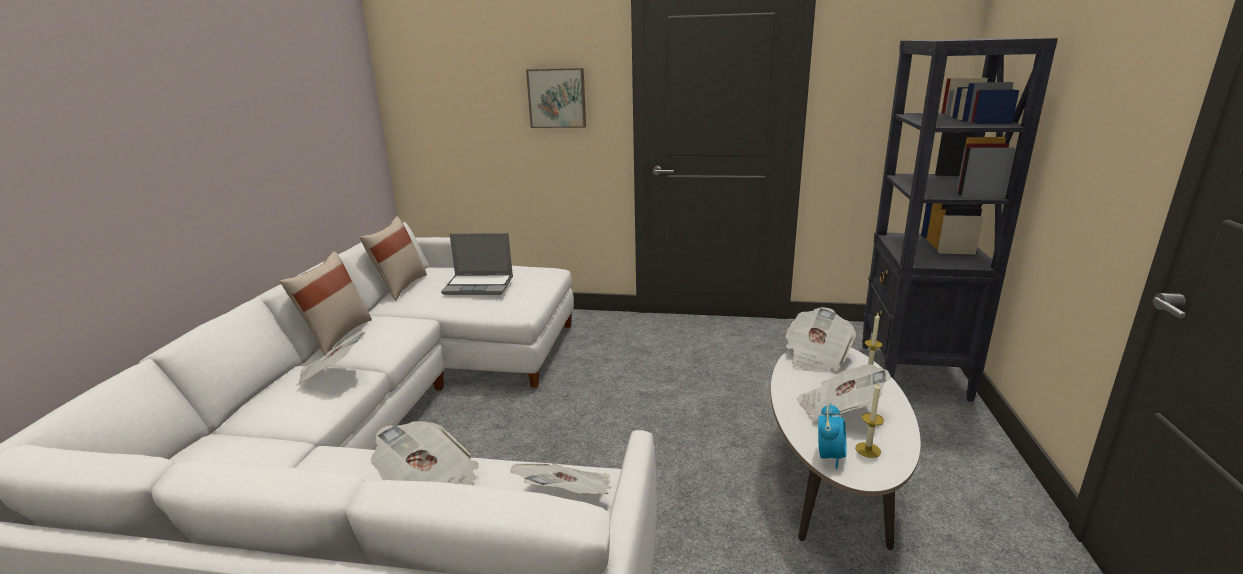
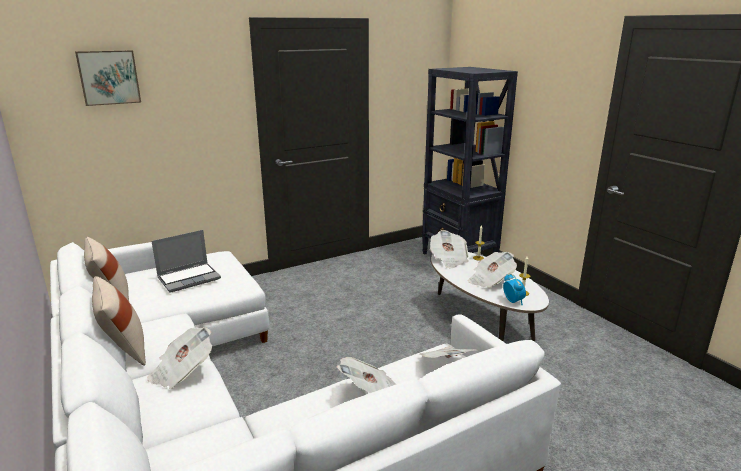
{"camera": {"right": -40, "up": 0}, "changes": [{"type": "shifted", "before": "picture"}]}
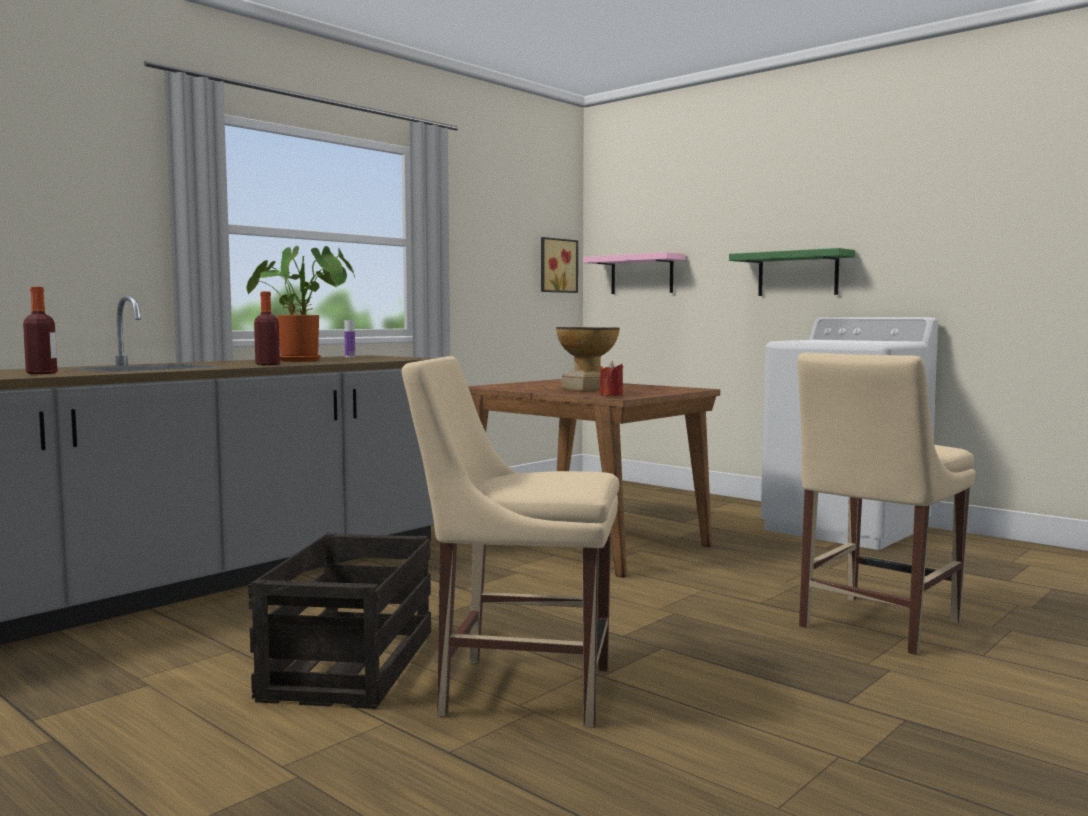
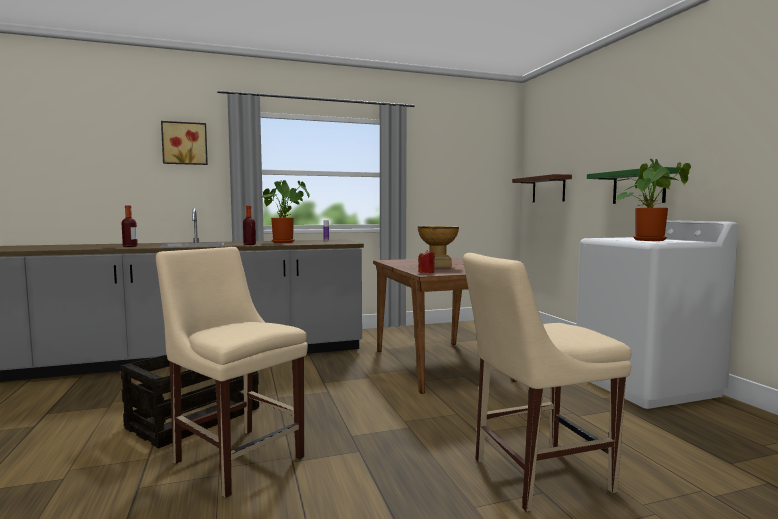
{"camera": {"right": 30, "up": 0}, "changes": [{"type": "shifted", "before": "picture"}, {"type": "repainted", "before": "pink shelf", "after": "brown shelf"}, {"type": "new", "after": "potted plant (no. 2 from left)"}]}
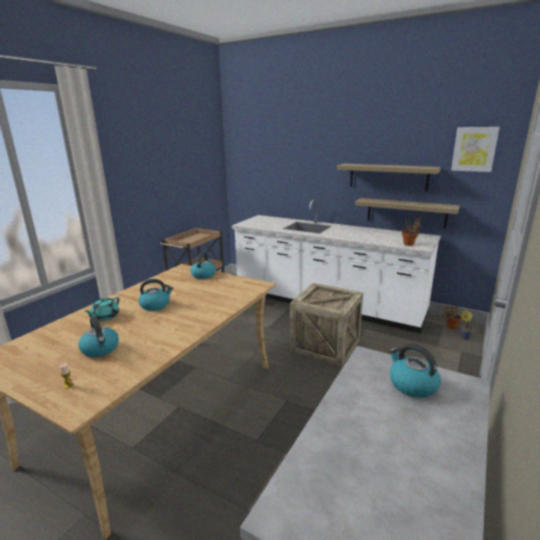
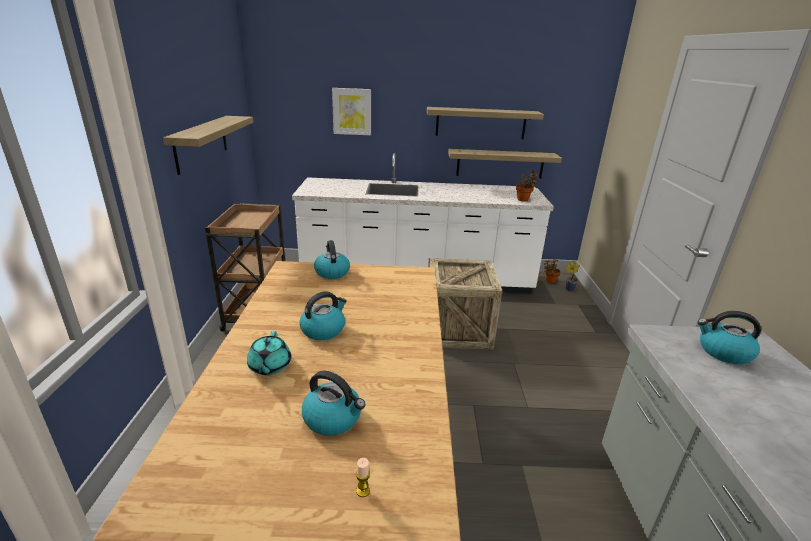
{"camera": {"right": -30, "up": 5}, "changes": [{"type": "new", "after": "shelf (no. 1 from left)"}, {"type": "shifted", "before": "picture"}]}
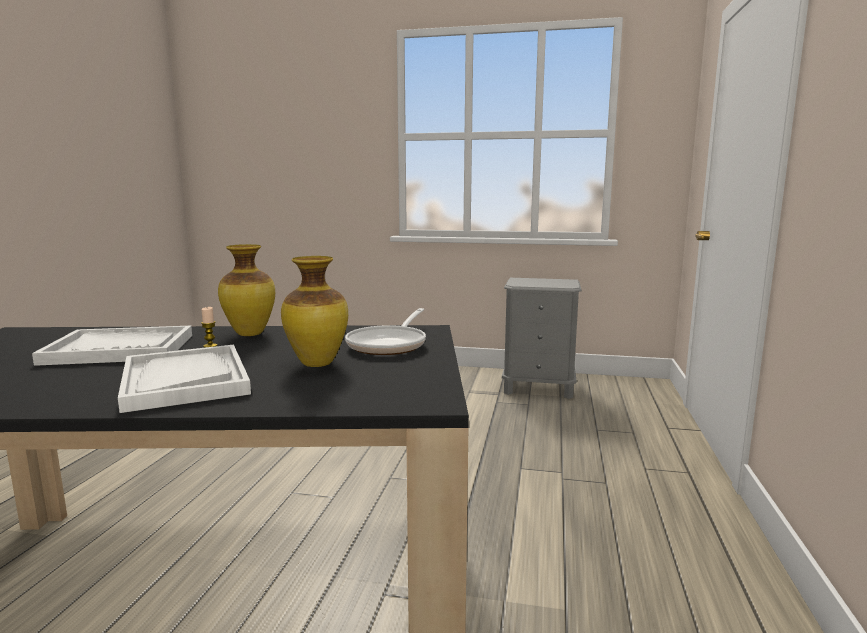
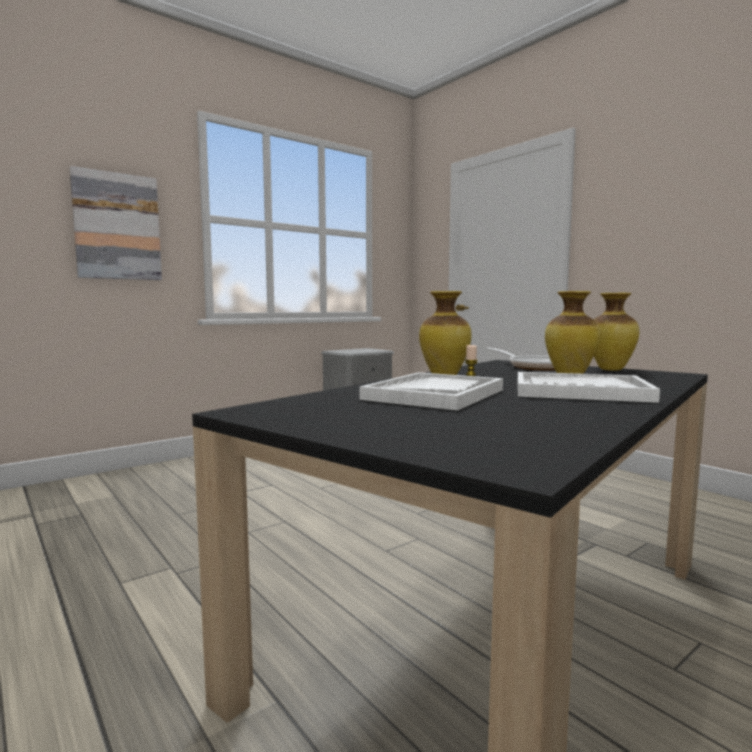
{"camera": {"right": -50, "up": -5}, "changes": [{"type": "new", "after": "picture"}, {"type": "new", "after": "vase (no. 3 from left)"}]}
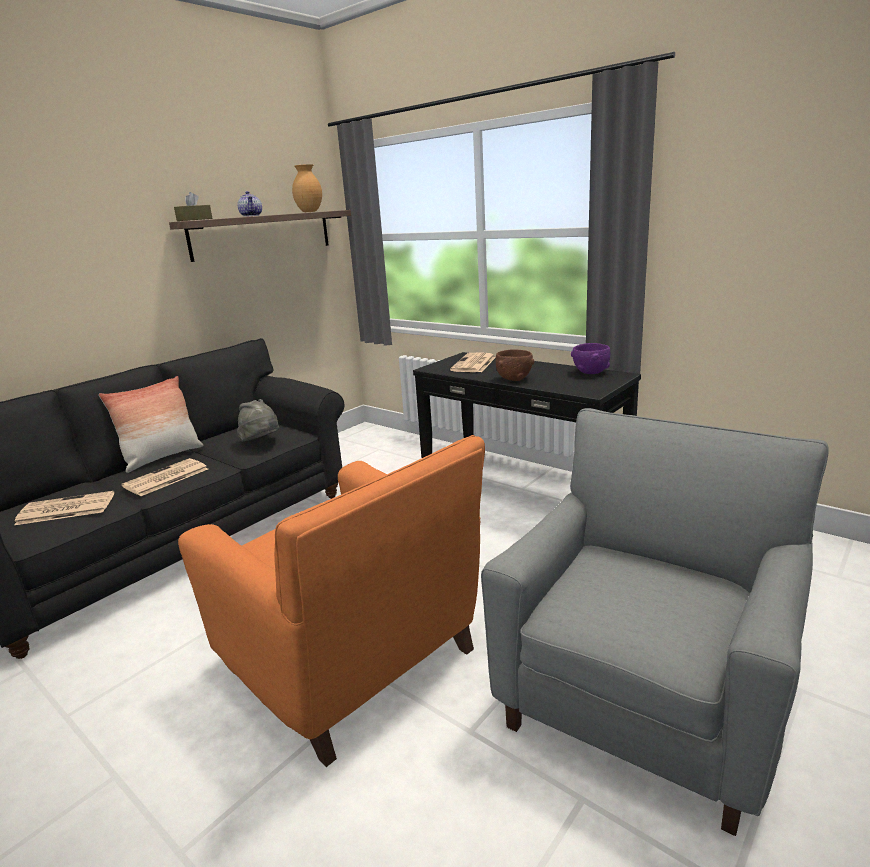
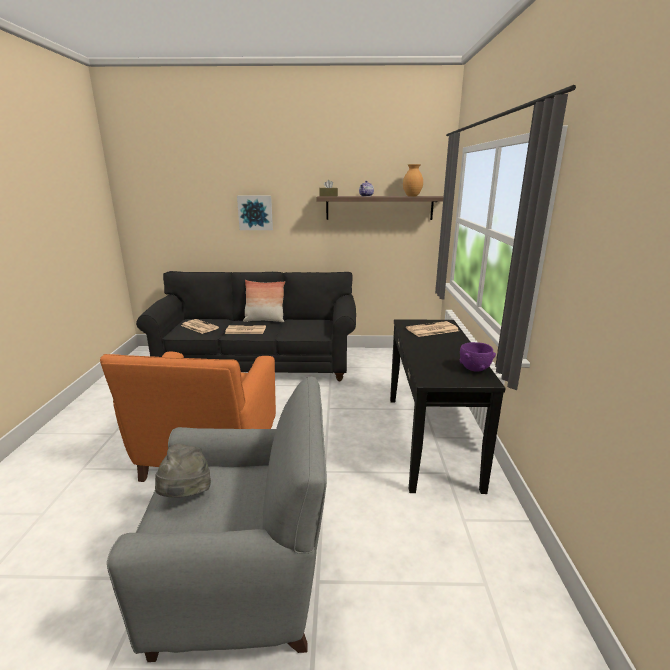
{"camera": {"right": 50, "up": 0}, "changes": [{"type": "shifted", "before": "grey hat"}, {"type": "new", "after": "picture"}, {"type": "gone", "before": "brown bowl"}]}
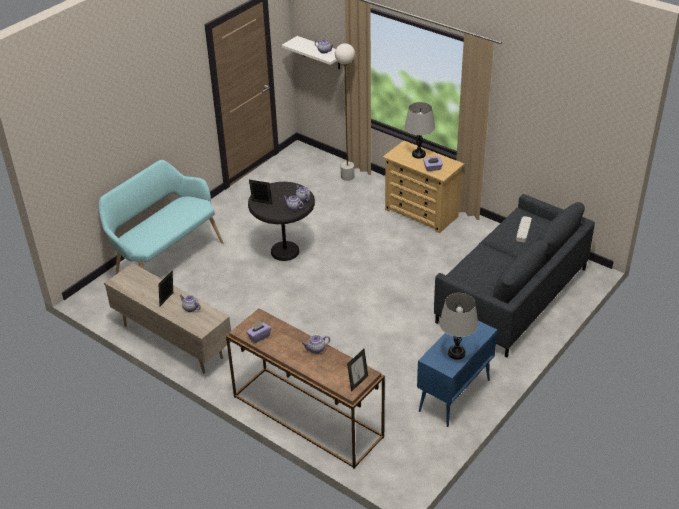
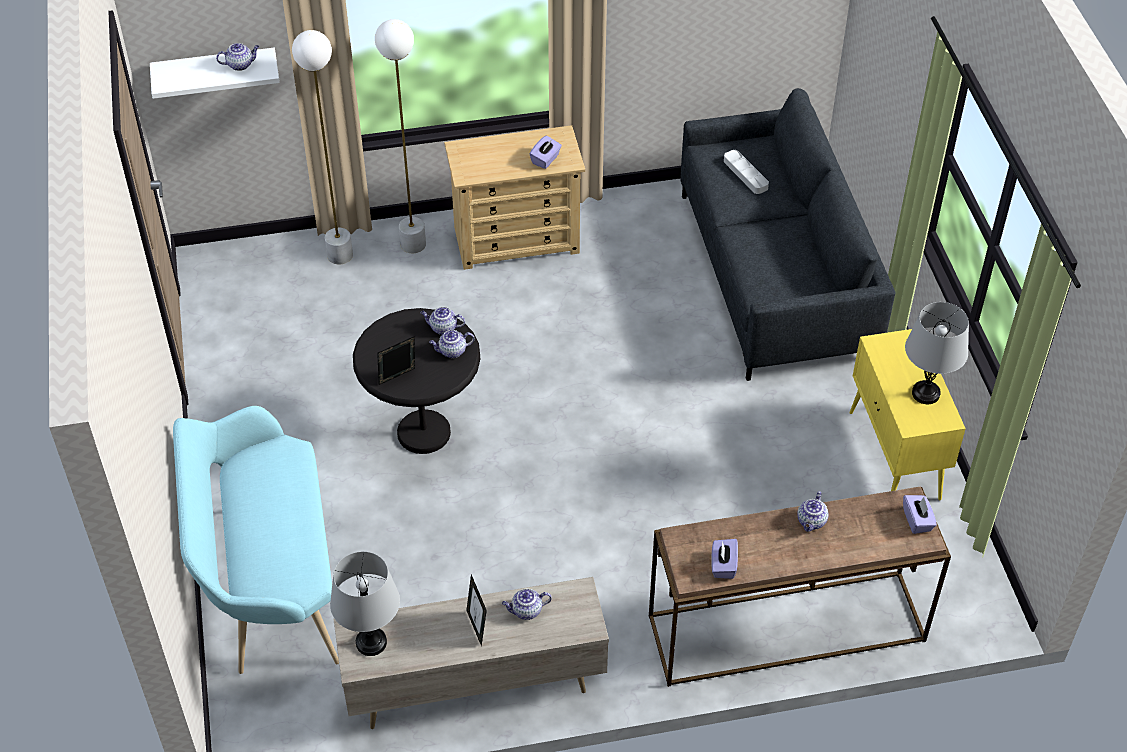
{"camera": {"right": -50, "up": 10}, "changes": [{"type": "shifted", "before": "grey table lamp (no. 1 from left)"}, {"type": "new", "after": "white floor lamp (no. 2 from left)"}, {"type": "repainted", "before": "blue cabinet", "after": "yellow cabinet"}, {"type": "swapped", "before": "picture frame (no. 3 from left)", "after": "purple tissue box (no. 3 from left)"}]}
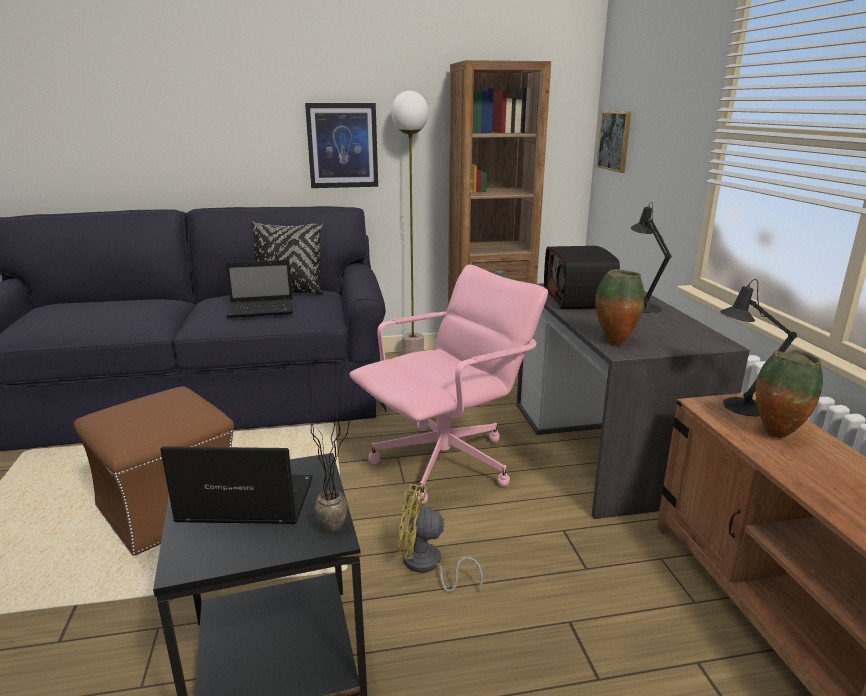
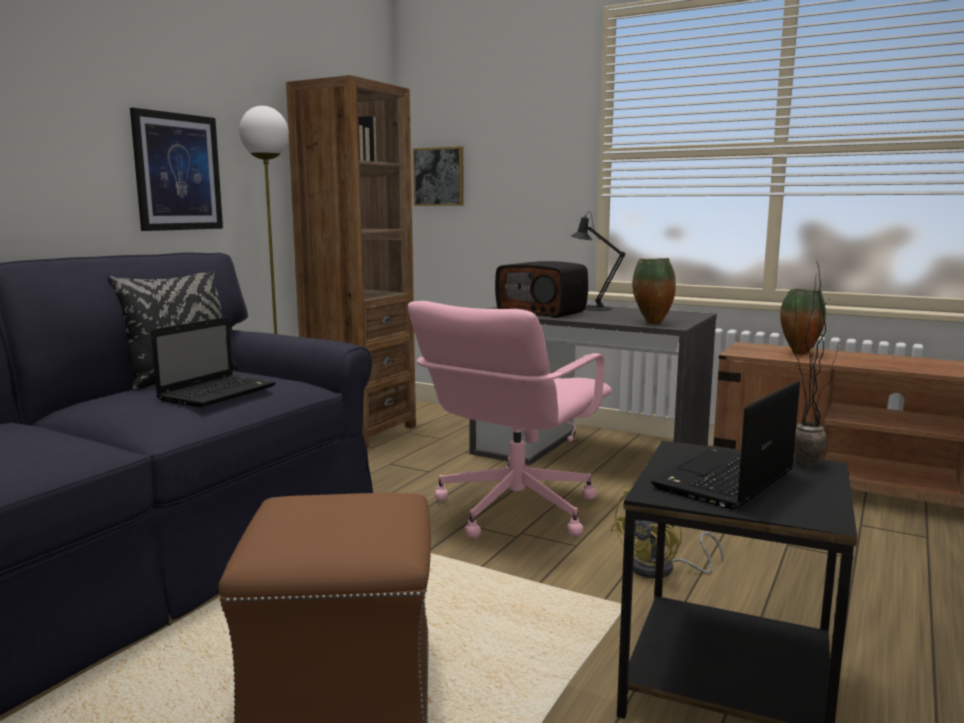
{"camera": {"right": -50, "up": -10}, "changes": [{"type": "rotated", "before": "pink office chair", "turn": -150}, {"type": "gone", "before": "black table lamp (no. 2 from left)"}]}
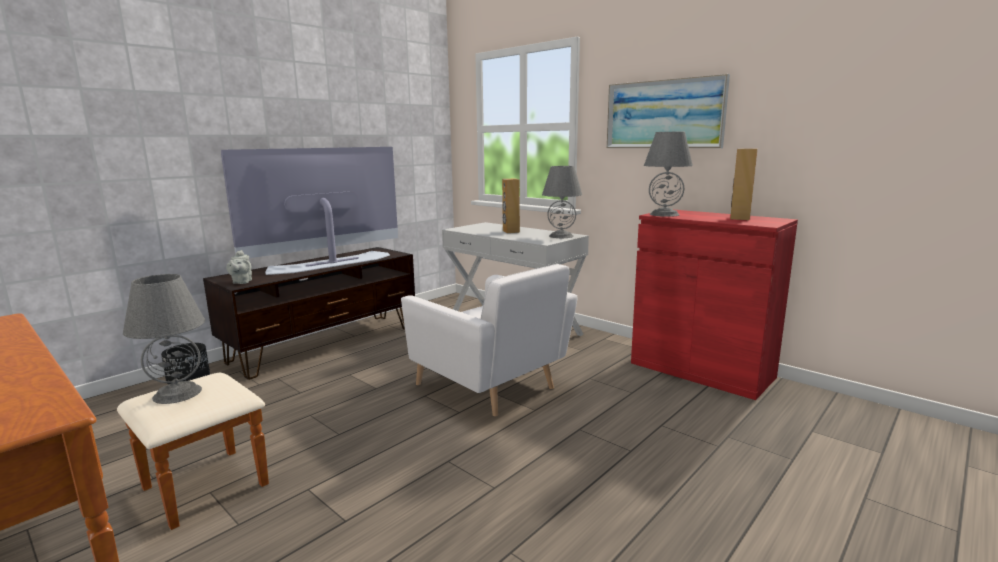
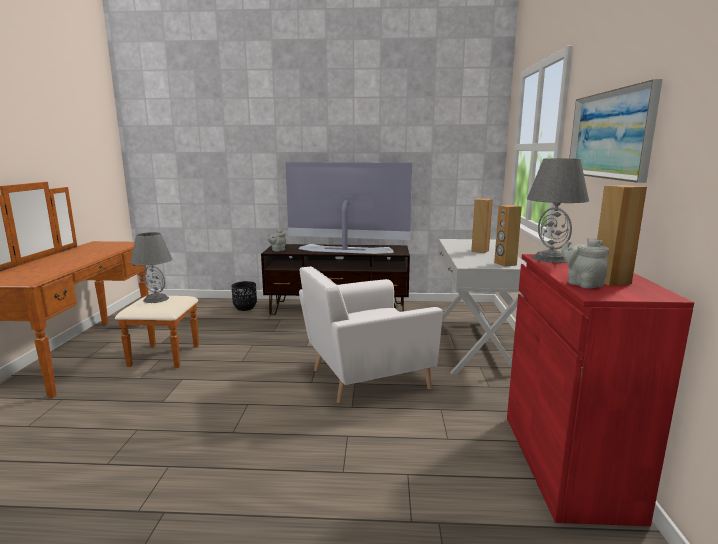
{"camera": {"right": 50, "up": 0}, "changes": [{"type": "rotated", "before": "white armchair", "turn": 60}, {"type": "swapped", "before": "grey table lamp (no. 2 from left)", "after": "brown speaker (no. 2 from left)"}, {"type": "new", "after": "grey teapot (no. 2 from left)"}]}
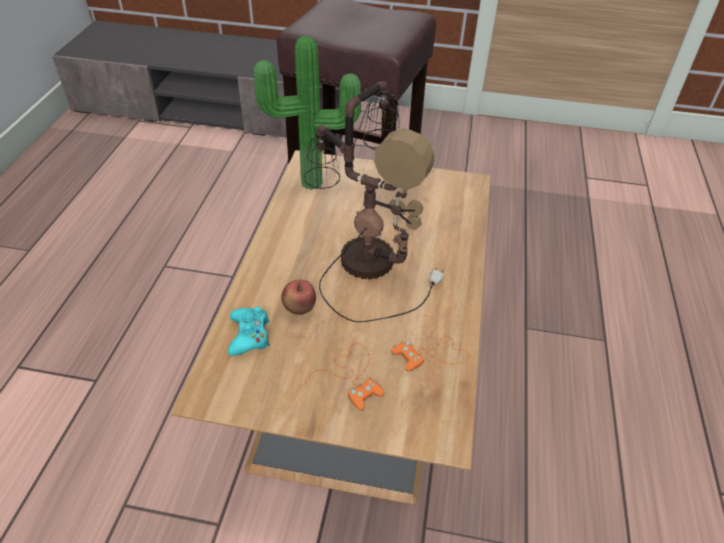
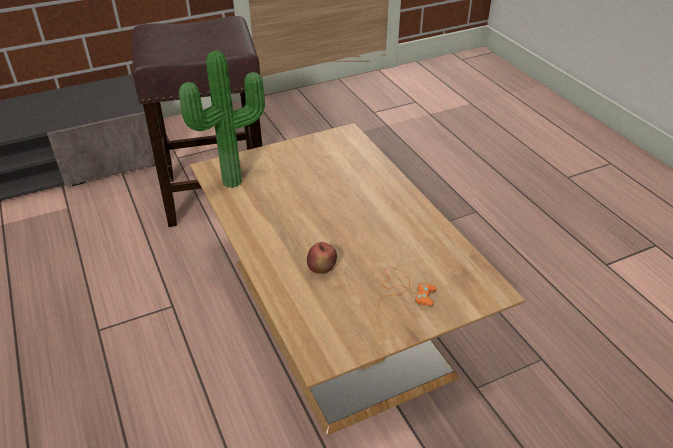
{"camera": {"right": -35, "up": -5}, "changes": [{"type": "gone", "before": "turquoise game controller"}, {"type": "gone", "before": "table lamp"}, {"type": "gone", "before": "orange game controller (no. 2 from left)"}]}
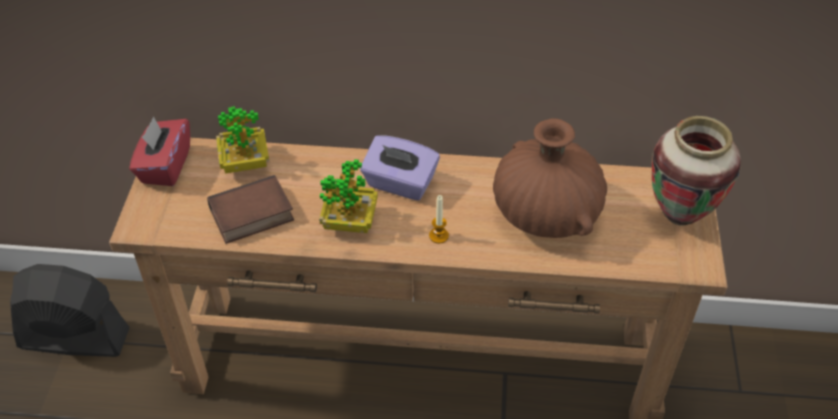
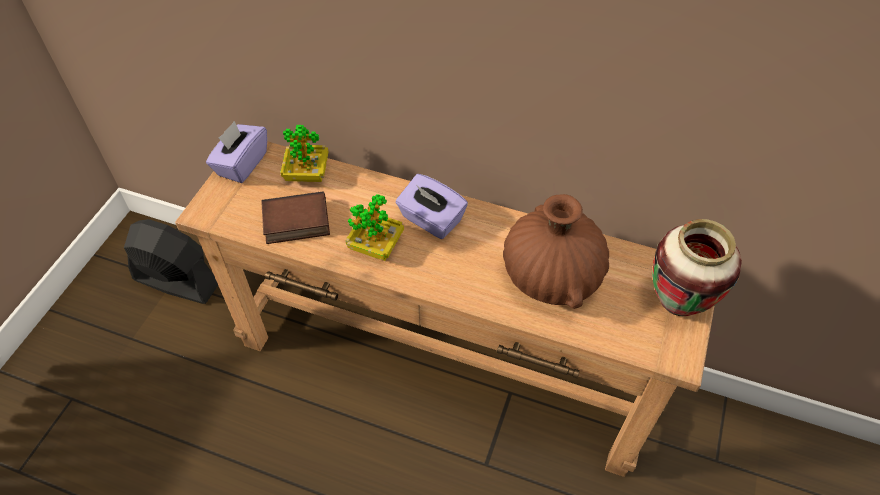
{"camera": {"right": 15, "up": 5}, "changes": [{"type": "repainted", "before": "red tissue box", "after": "purple tissue box (no. 1 from left)"}, {"type": "gone", "before": "candle"}]}
